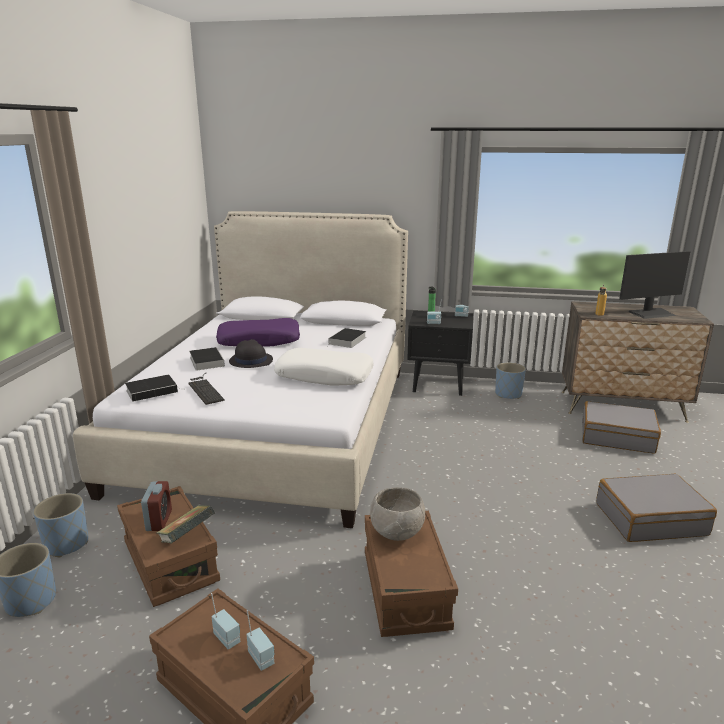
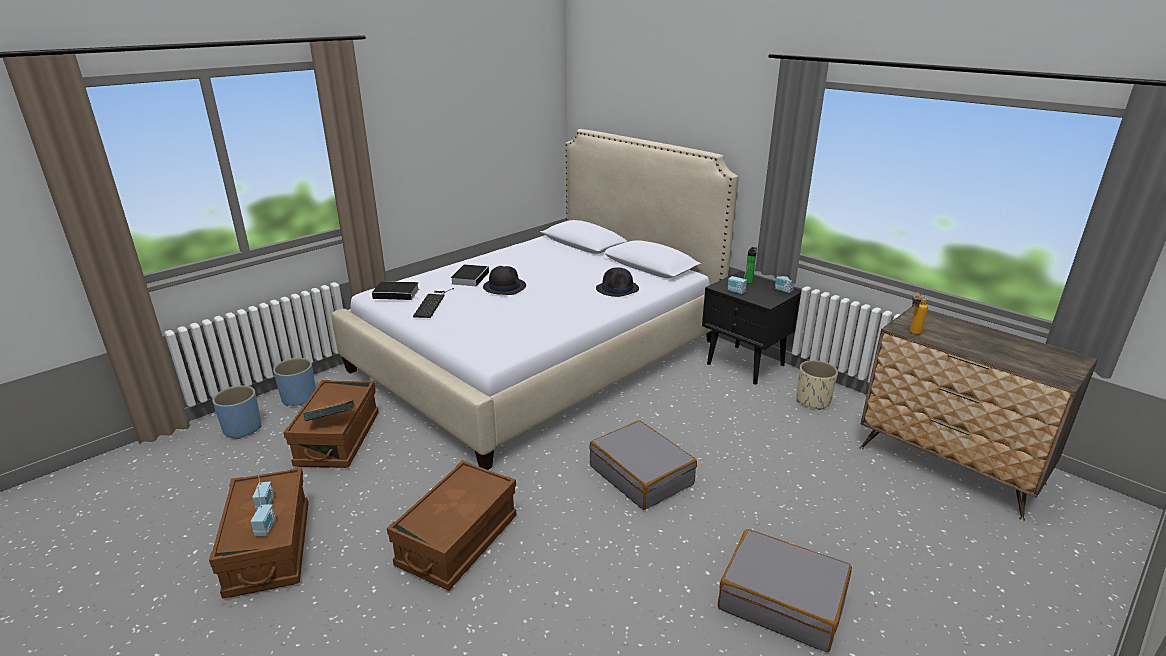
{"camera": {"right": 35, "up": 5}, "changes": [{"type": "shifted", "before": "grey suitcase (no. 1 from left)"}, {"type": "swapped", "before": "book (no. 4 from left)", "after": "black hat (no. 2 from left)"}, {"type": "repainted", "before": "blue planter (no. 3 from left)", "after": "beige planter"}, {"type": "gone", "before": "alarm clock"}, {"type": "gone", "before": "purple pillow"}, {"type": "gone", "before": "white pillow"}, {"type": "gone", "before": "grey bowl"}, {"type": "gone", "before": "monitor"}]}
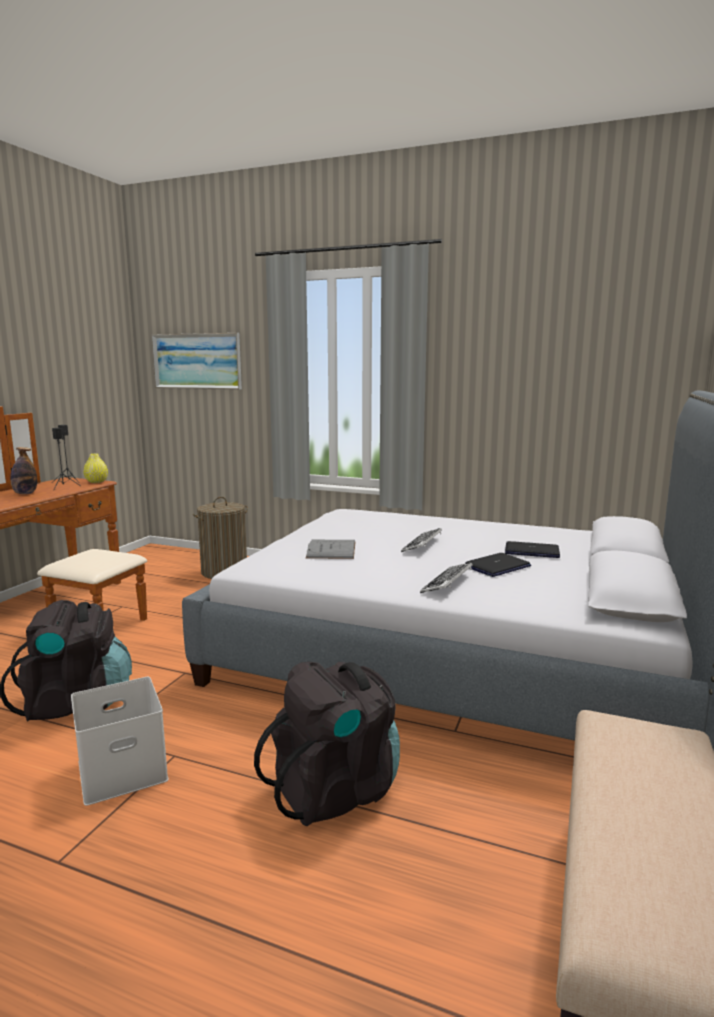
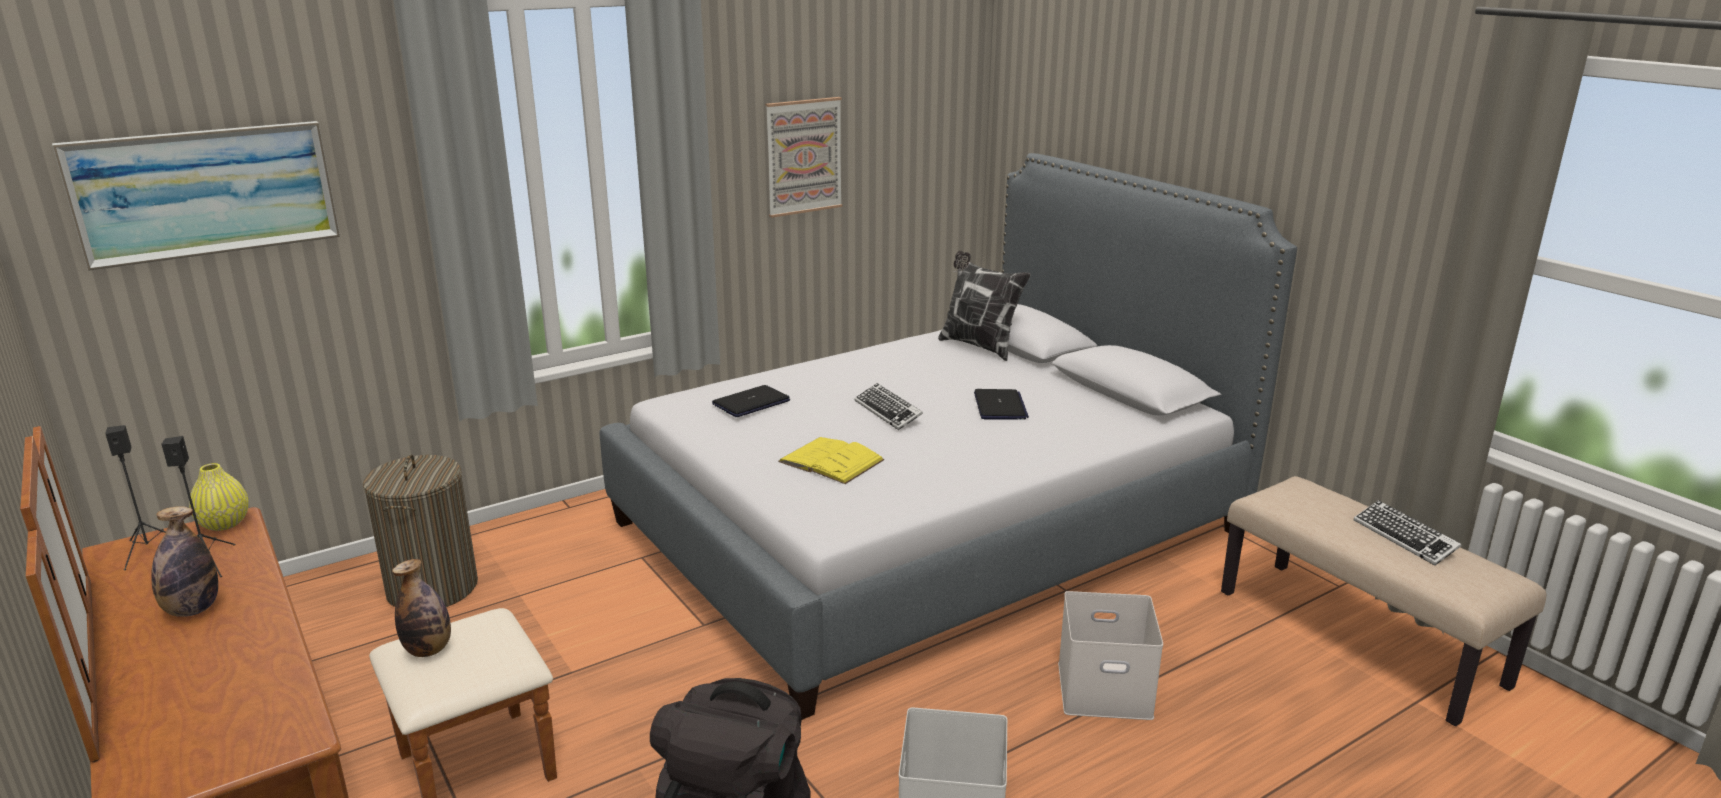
{"camera": {"right": -55, "up": 10}, "changes": [{"type": "new", "after": "bottle (no. 2 from left)"}, {"type": "shifted", "before": "laptop (no. 2 from left in the first image)", "after": "laptop (no. 1 from left)"}, {"type": "new", "after": "picture (no. 2 from left)"}, {"type": "repainted", "before": "grey book", "after": "yellow book"}, {"type": "new", "after": "pillow"}, {"type": "swapped", "before": "black backpack (no. 2 from left)", "after": "white storage box (no. 2 from left)"}, {"type": "shifted", "before": "keyboard (no. 2 from left)"}]}
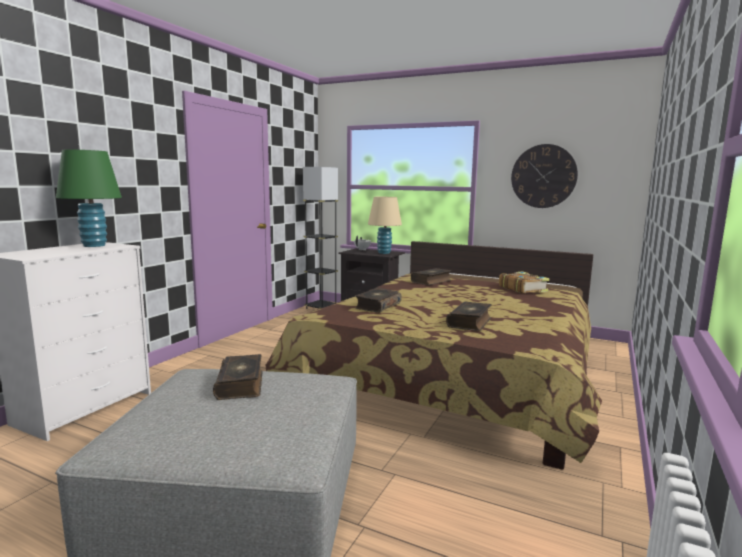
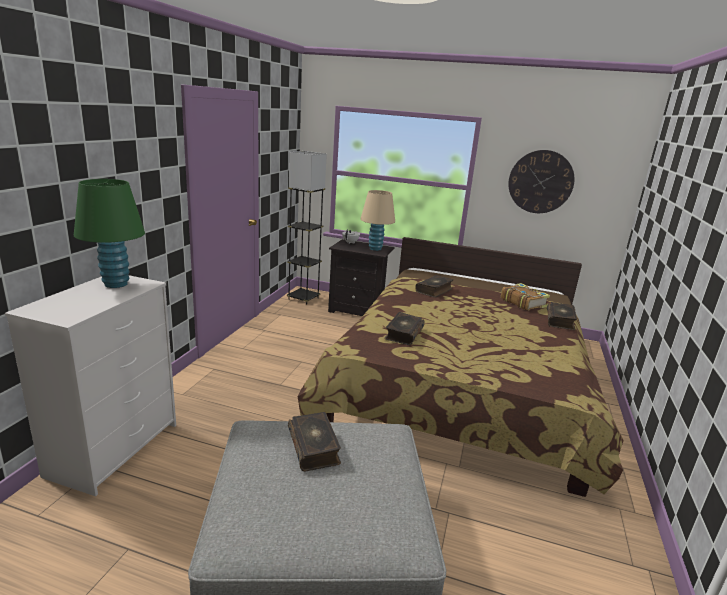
{"camera": {"right": -10, "up": 10}, "changes": [{"type": "shifted", "before": "book (no. 4 from left in the first image)", "after": "book (no. 5 from left)"}]}
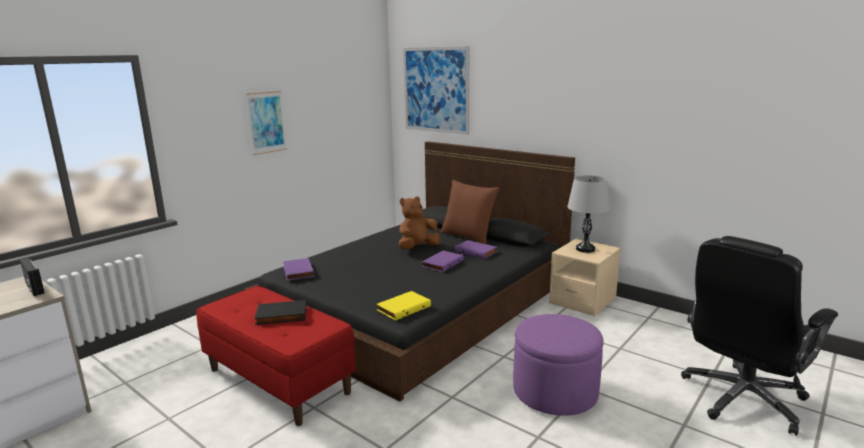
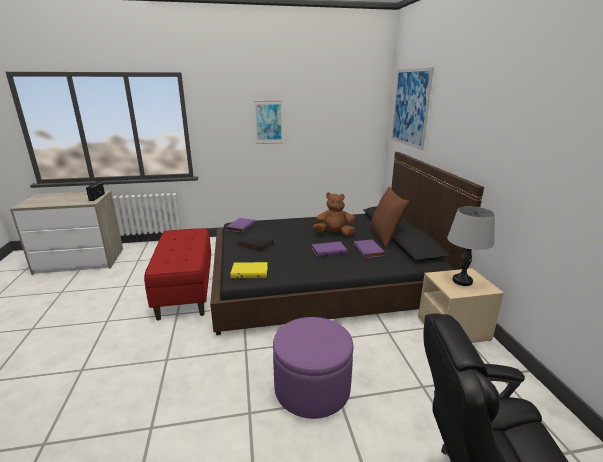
{"camera": {"right": 40, "up": 5}, "changes": [{"type": "shifted", "before": "black book"}]}
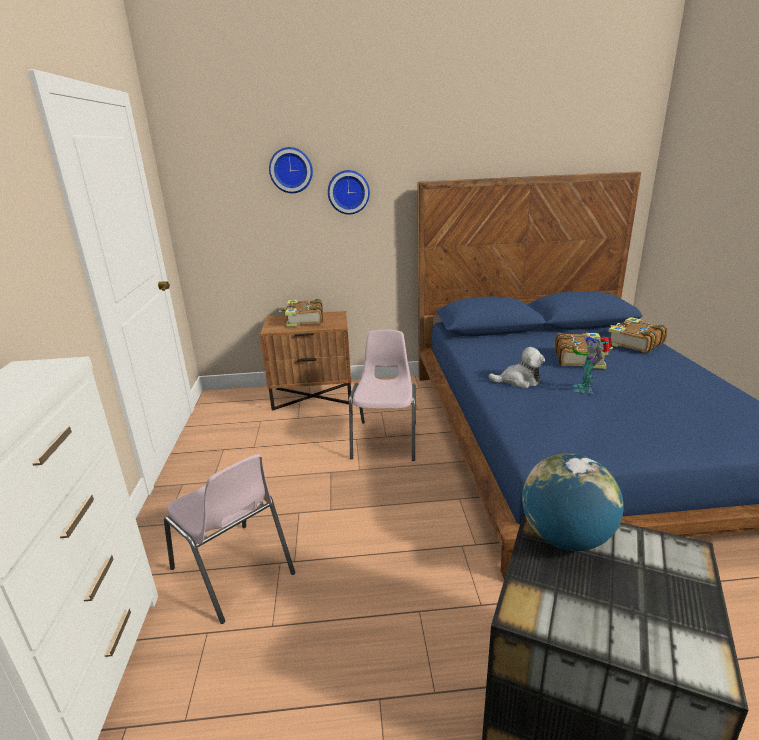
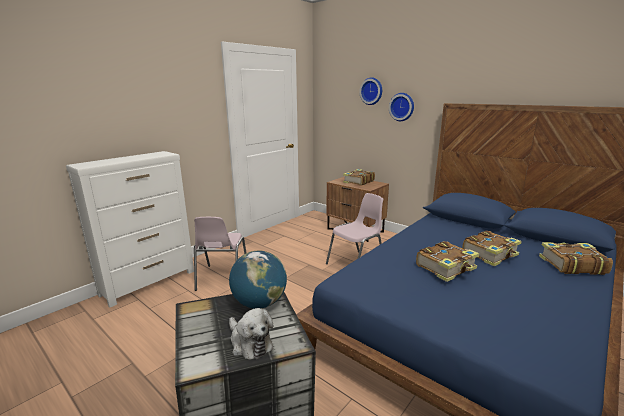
{"camera": {"right": 45, "up": -5}, "changes": [{"type": "shifted", "before": "plush toy"}, {"type": "swapped", "before": "toy robot", "after": "book (no. 2 from left)"}]}
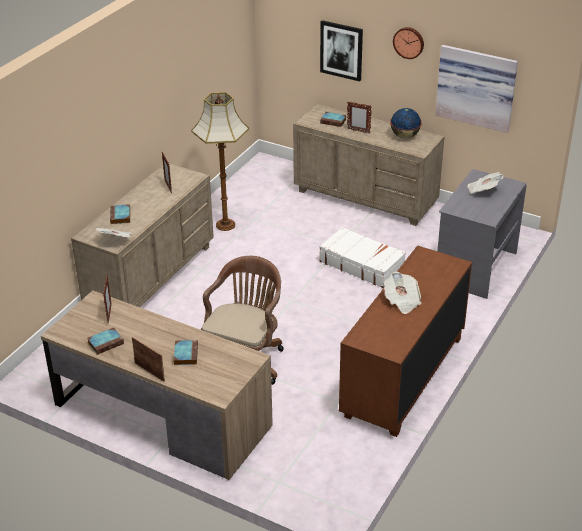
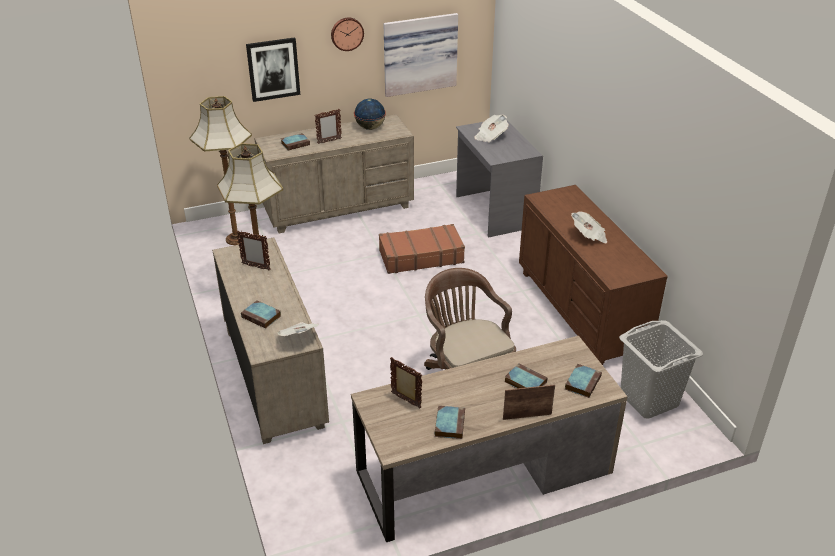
{"camera": {"right": -50, "up": 0}, "changes": [{"type": "new", "after": "floor lamp (no. 1 from left)"}, {"type": "repainted", "before": "white suitcase", "after": "brown suitcase"}, {"type": "new", "after": "book (no. 5 from left)"}, {"type": "new", "after": "grey laundry basket"}]}
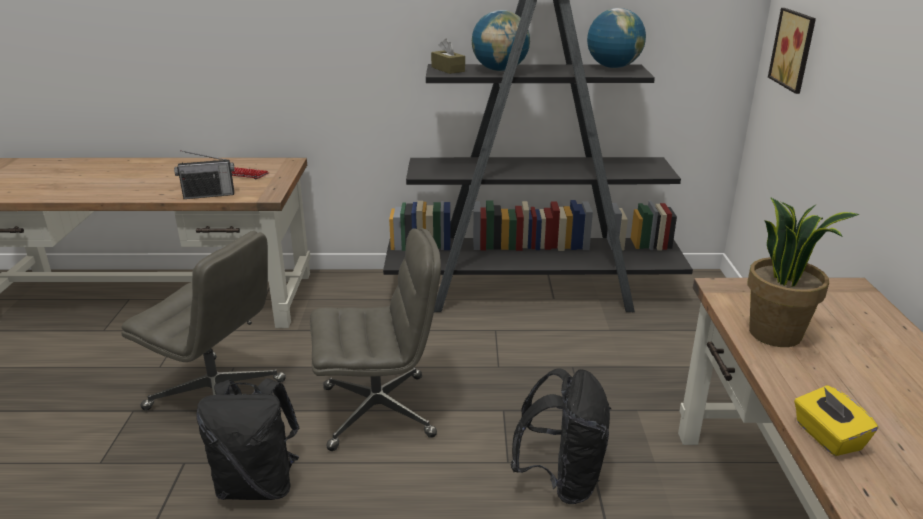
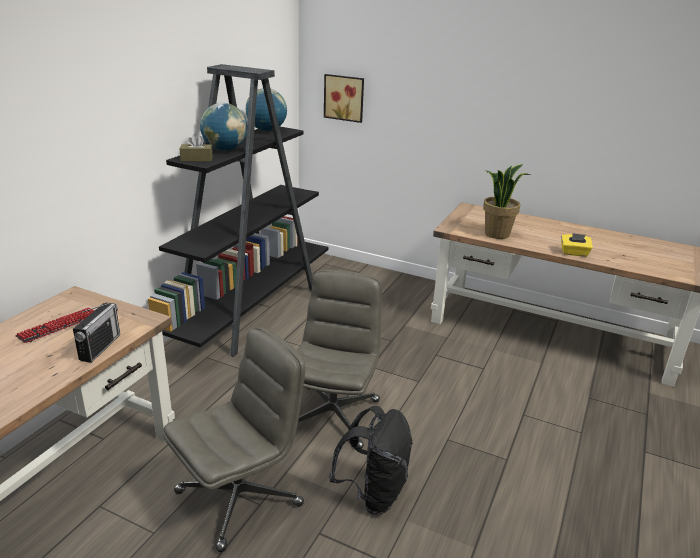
{"camera": {"right": -65, "up": 0}, "changes": [{"type": "gone", "before": "black backpack (no. 2 from left)"}]}
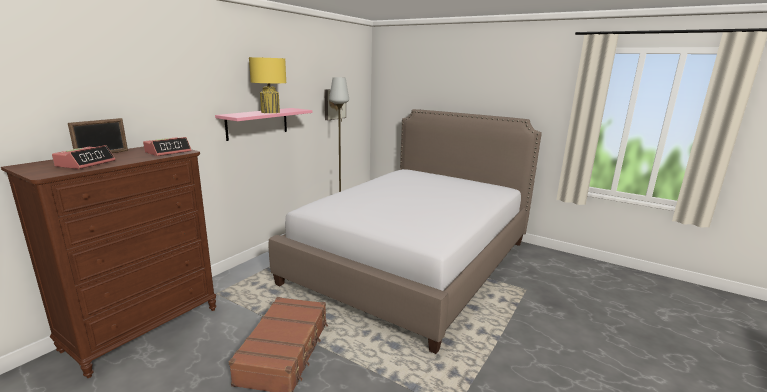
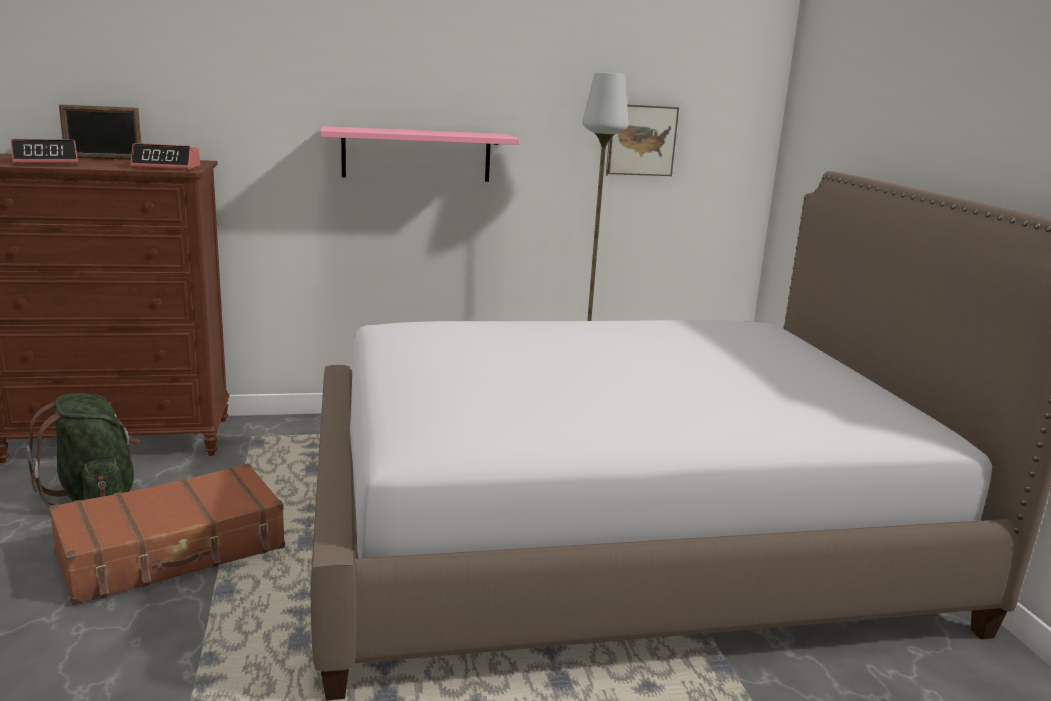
{"camera": {"right": 45, "up": 0}, "changes": [{"type": "new", "after": "green backpack"}, {"type": "gone", "before": "yellow table lamp"}]}
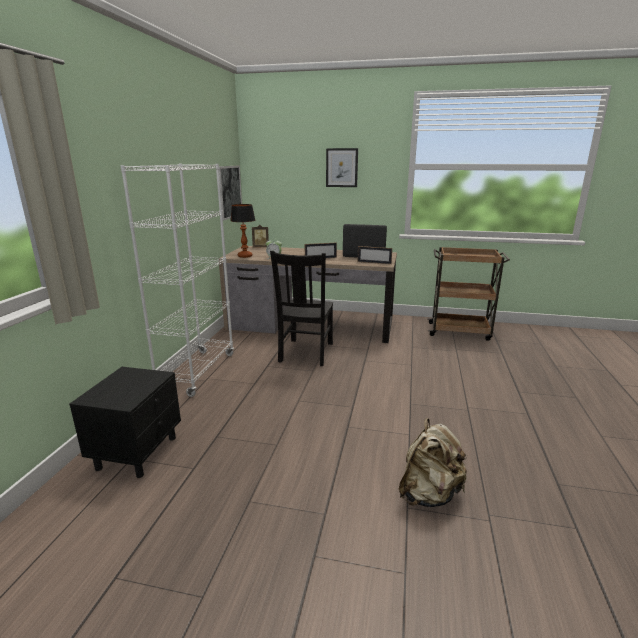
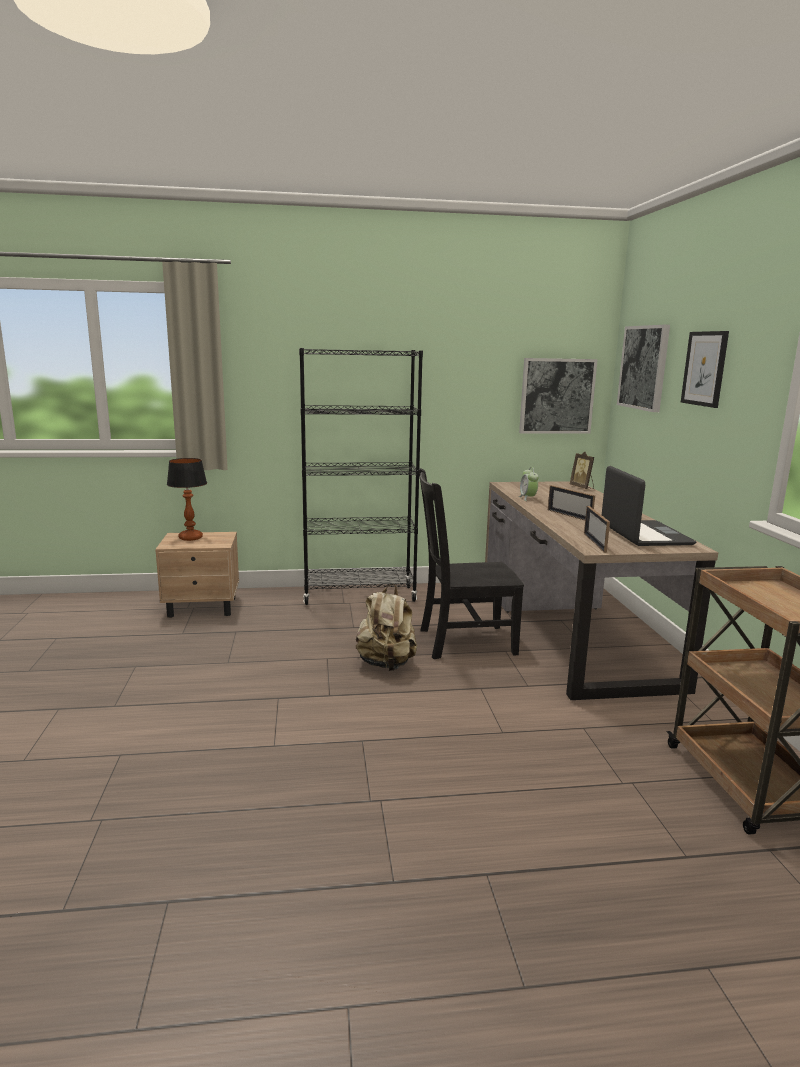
{"camera": {"right": 70, "up": -5}, "changes": [{"type": "repainted", "before": "black nightstand", "after": "beige nightstand"}, {"type": "shifted", "before": "table lamp"}, {"type": "repainted", "before": "white bookcase", "after": "black bookcase"}, {"type": "shifted", "before": "beige backpack"}, {"type": "new", "after": "picture (no. 2 from left)"}]}
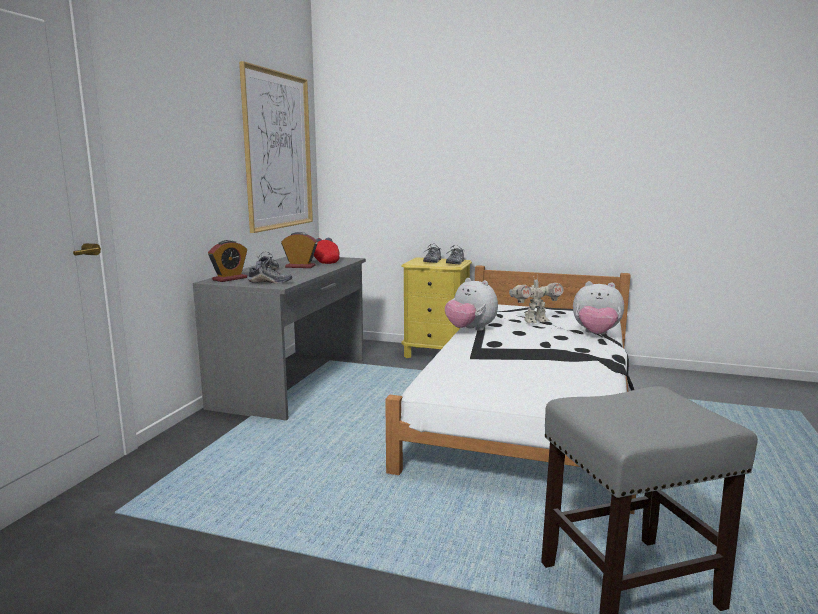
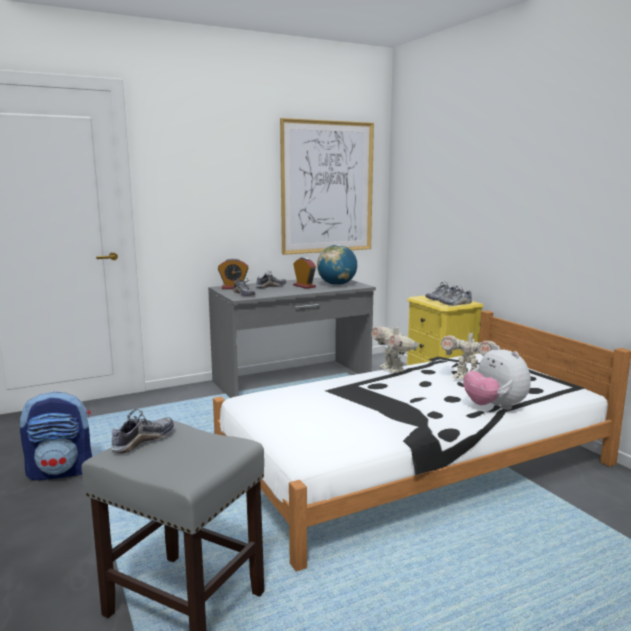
{"camera": {"right": 45, "up": 0}, "changes": [{"type": "new", "after": "backpack"}, {"type": "new", "after": "shoe (no. 1 from left)"}, {"type": "swapped", "before": "red cap", "after": "globe"}, {"type": "swapped", "before": "plush toy (no. 1 from left)", "after": "toy robot (no. 1 from left)"}]}
